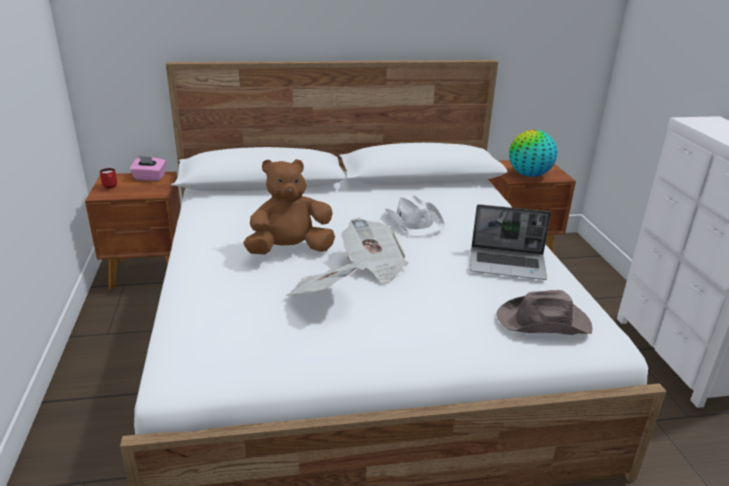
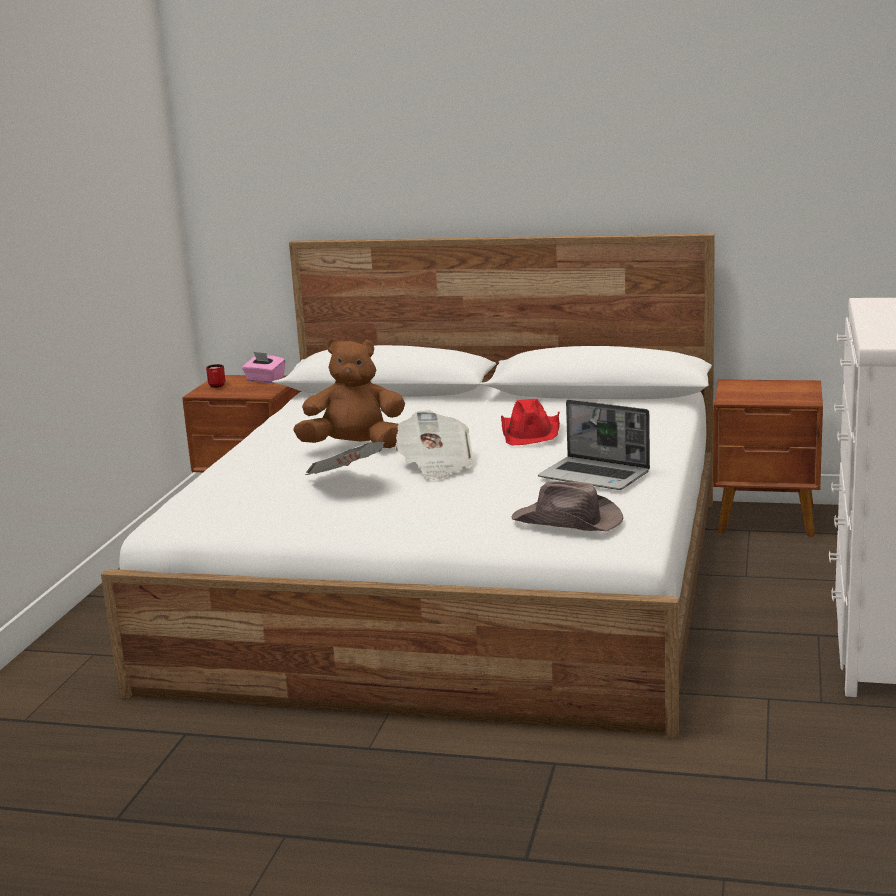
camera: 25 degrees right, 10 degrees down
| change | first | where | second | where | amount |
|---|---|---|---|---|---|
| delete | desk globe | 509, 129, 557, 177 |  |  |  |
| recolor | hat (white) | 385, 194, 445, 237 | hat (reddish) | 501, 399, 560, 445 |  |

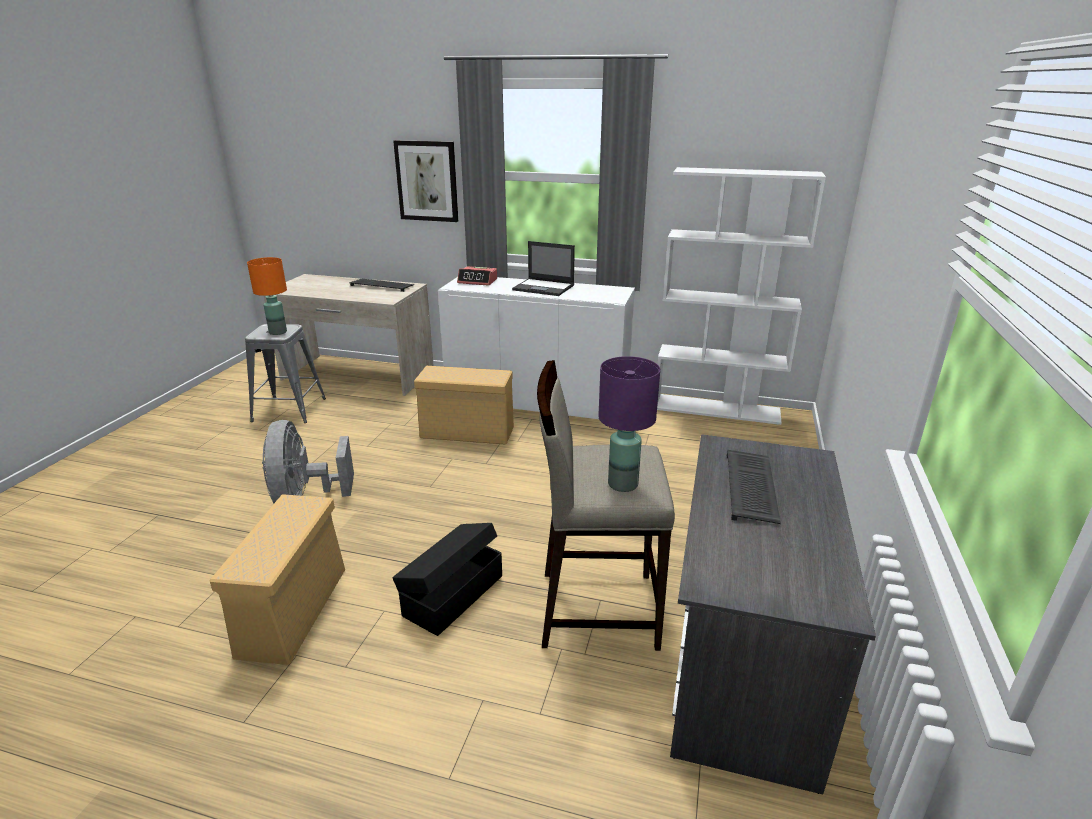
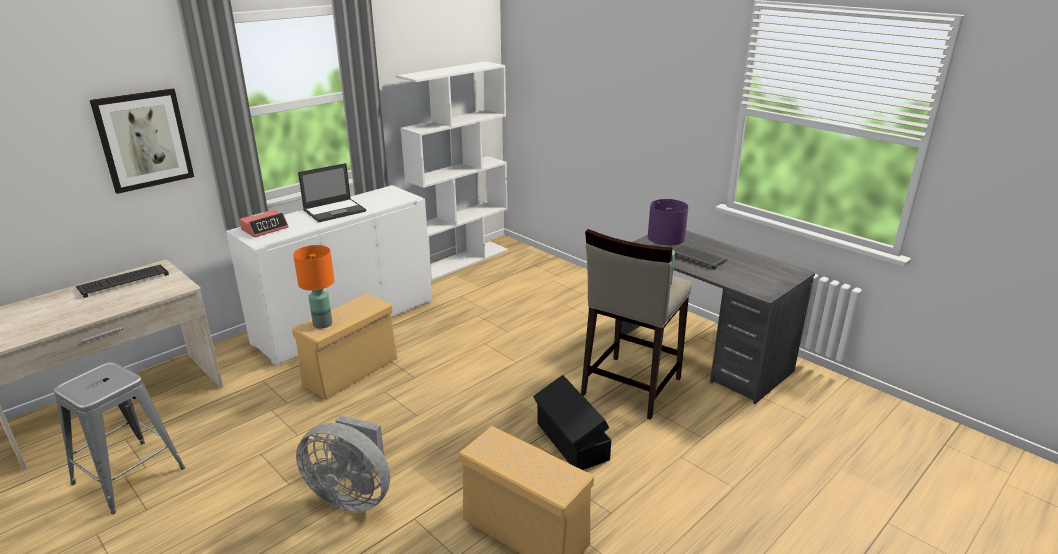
camera: 60 degrees left, 0 degrees up
| change | first | where | second | where | amount |
|---|---|---|---|---|---|
| move | table lamp (orangey) | 247, 257, 287, 335 |  | 293, 245, 334, 329 |  |

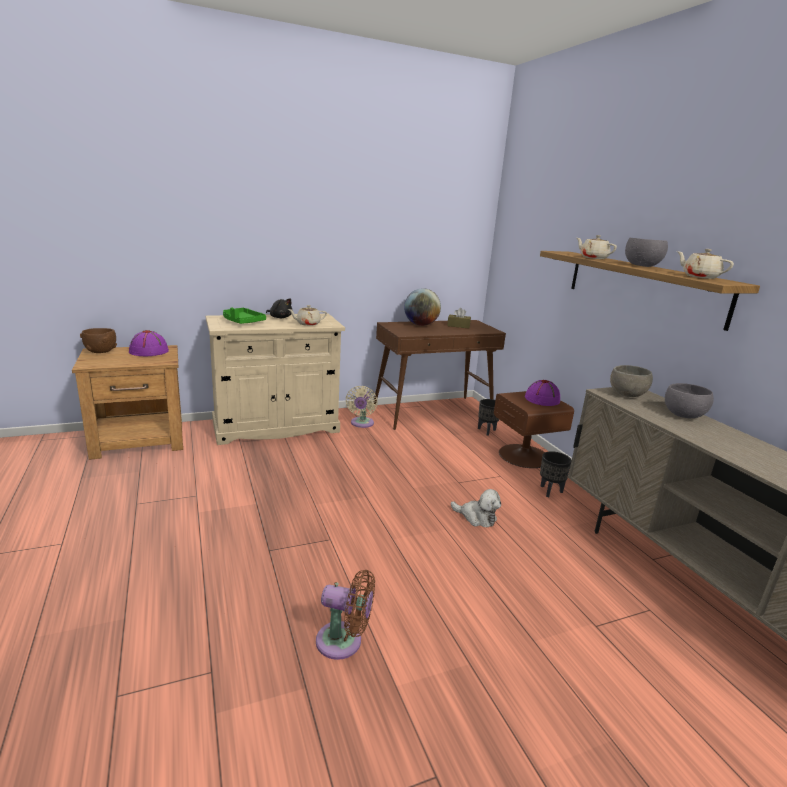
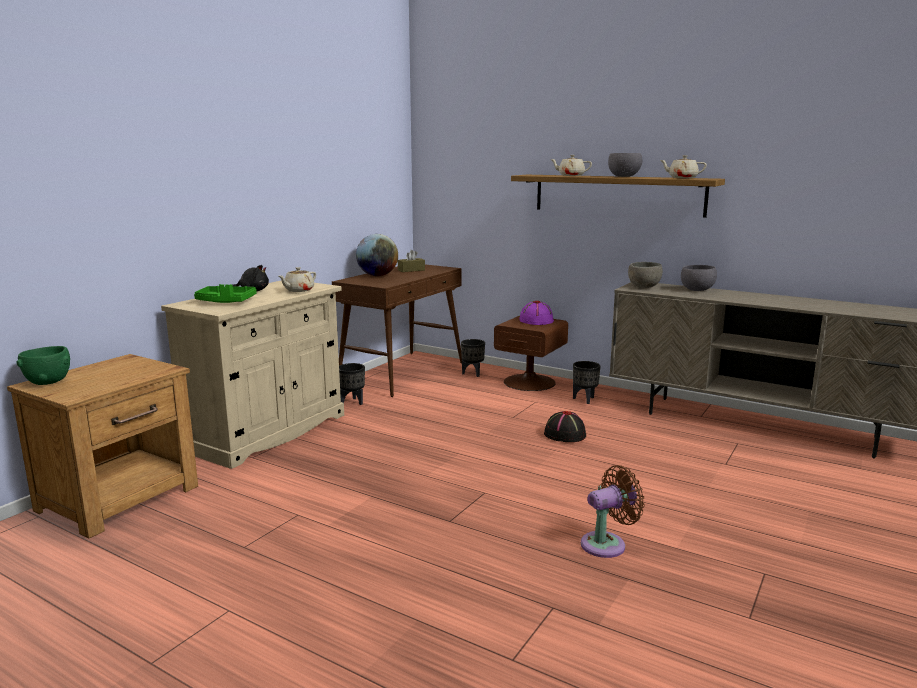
camera: 35 degrees left, 5 degrees down
| change | first | where | second | where | amount |
|---|---|---|---|---|---|
| recolor | serving bowl (brownish) | 80, 328, 117, 353 | serving bowl (green) | 17, 346, 70, 385 |  |
| delete | hat (purple) | 129, 330, 169, 356 |  |  |  |
| replace | electric fan (beige) | 346, 386, 378, 428 | flower pot (black-coloured) | 339, 363, 365, 405 |  |
| replace | plush toy | 451, 489, 501, 527 | hat (black-coloured) | 544, 411, 586, 442 |  |

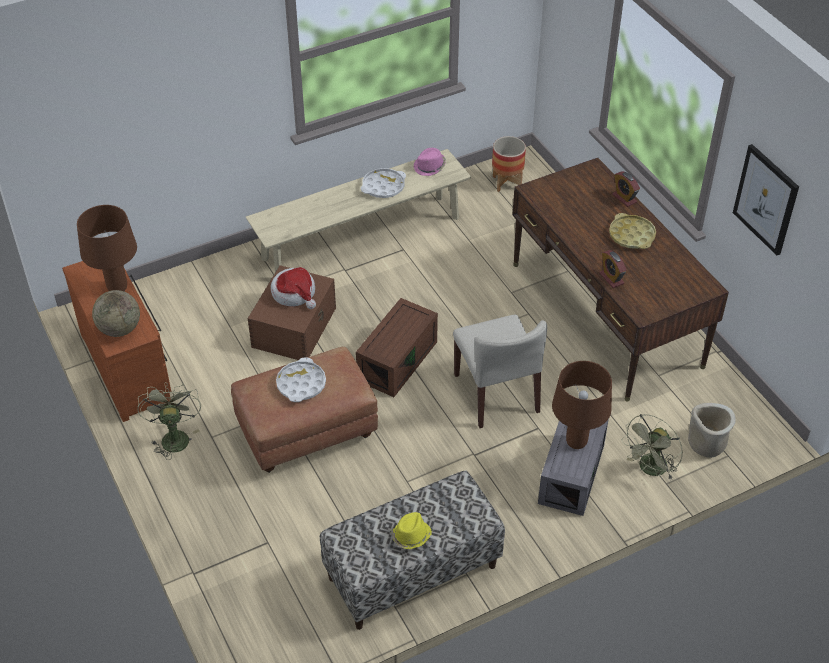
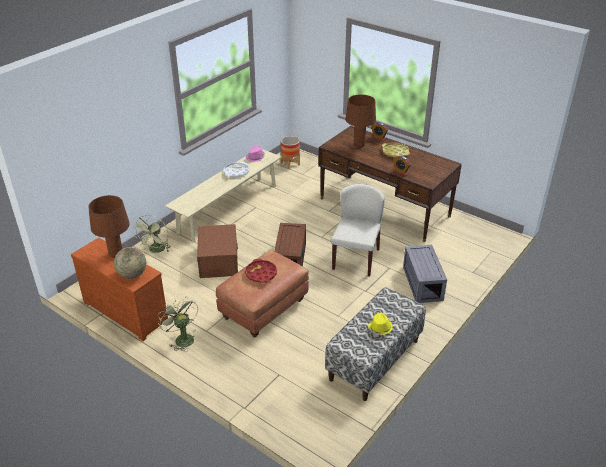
camera: 25 degrees left, 10 degrees down
| change | first | where | second | where | amount |
|---|---|---|---|---|---|
| delete | wall picture | 733, 144, 799, 255 |  |  |  |
| delete | hat | 271, 267, 316, 309 |  |  |  |
| rotate | upright chair (beige) | 453, 315, 547, 428 |  | 331, 184, 385, 276 | 120 degrees counterclockwise |
| recolor | serving tray (white) | 276, 357, 326, 402 | serving tray (reddish) | 245, 258, 277, 283 |  |
| move | table lamp (brownish) | 552, 361, 612, 449 |  | 345, 94, 376, 148 |  |
| delete | flower pot (beige) | 688, 403, 736, 458 |  |  |  |
| move | electric fan (green) | 621, 414, 683, 479 |  | 133, 215, 171, 253 |  |

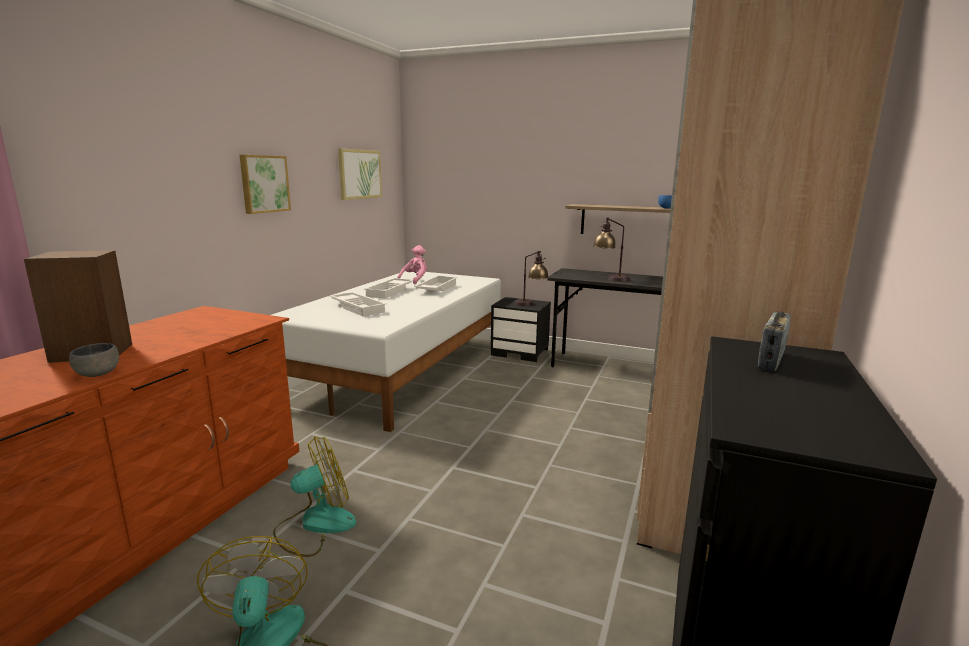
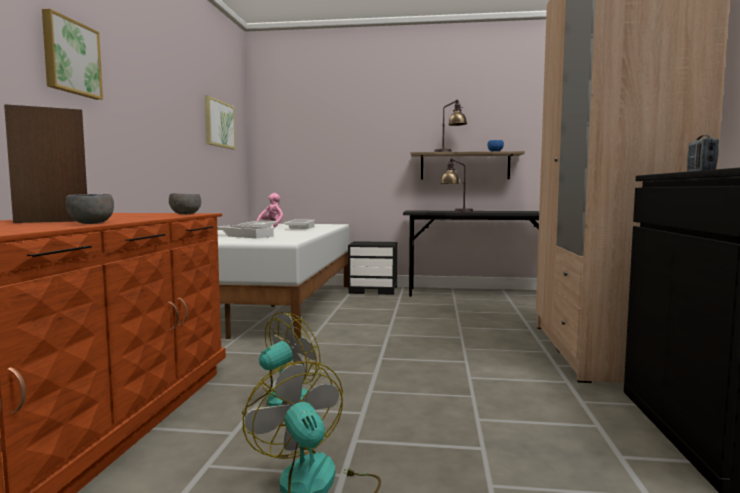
camera: 15 degrees left, 10 degrees down
| change | first | where | second | where | amount |
|---|---|---|---|---|---|
| move | wall picture | 240, 155, 291, 214 |  | 42, 9, 103, 100 |  |
| move | table lamp | 514, 251, 548, 306 |  | 434, 99, 467, 152 |  |
| insert |  |  | serving bowl (grey) | 169, 193, 201, 214 |  |

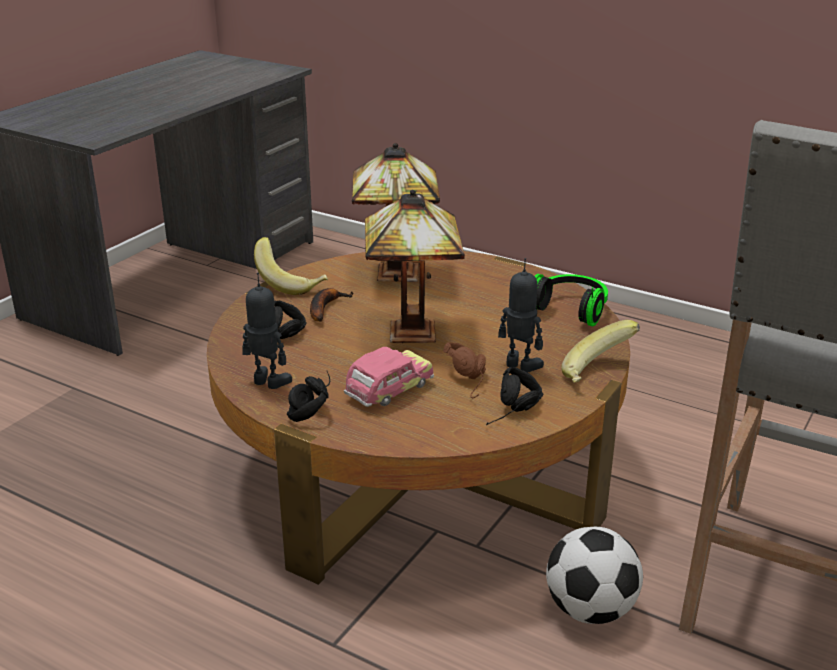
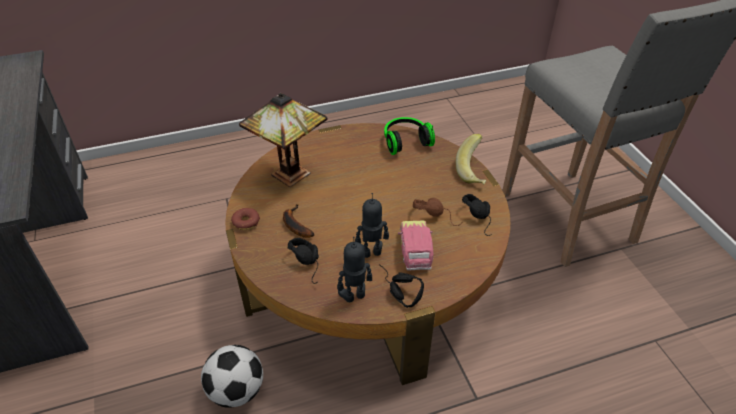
camera: 50 degrees left, 15 degrees up
| change | first | where | second | where | amount |
|---|---|---|---|---|---|
| delete | table lamp | 365, 190, 465, 343 |  |  |  |
| replace | banana | 254, 237, 328, 295 | donut | 231, 208, 260, 230 |  |
| move | model robot | 498, 258, 544, 372 |  | 355, 193, 389, 258 |  |
| move | football ball | 546, 527, 643, 624 |  | 201, 345, 263, 408 |  |

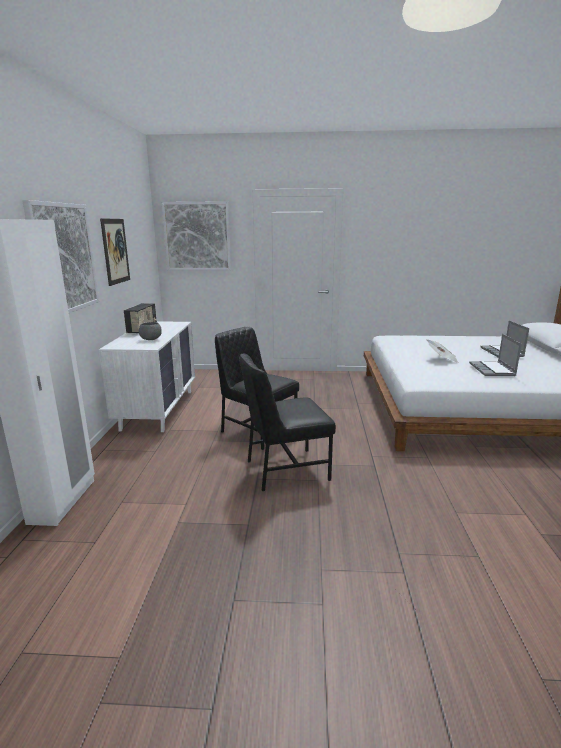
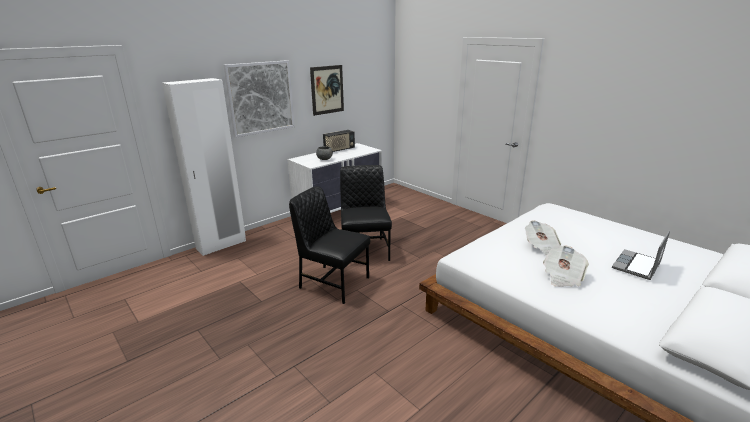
camera: 45 degrees right, 5 degrees up
| change | first | where | second | where | amount |
|---|---|---|---|---|---|
| delete | wall picture | 162, 201, 231, 271 |  |  |  |
| replace | laptop | 469, 334, 522, 376 | daily paper | 543, 245, 589, 287 |  |

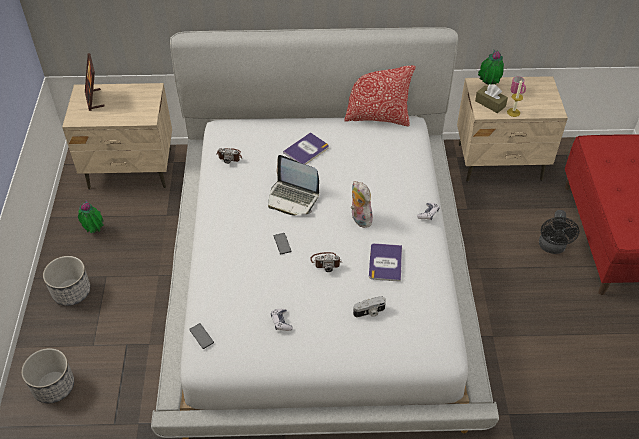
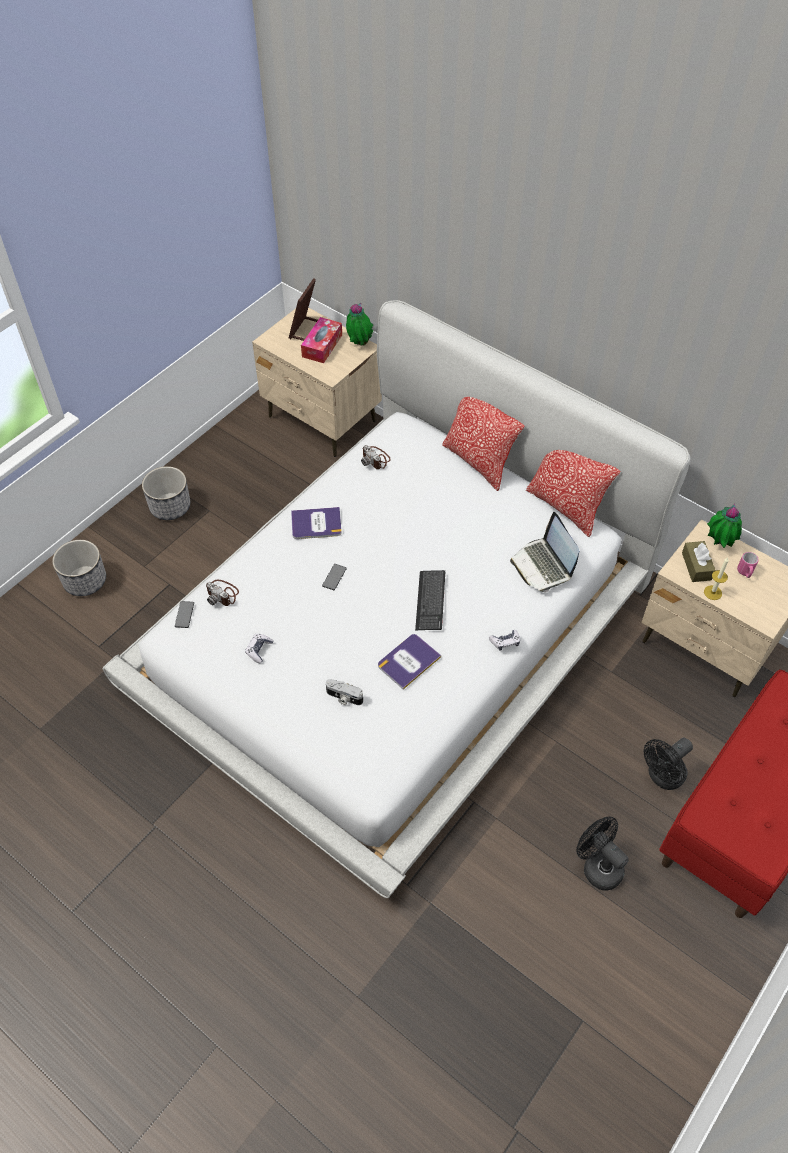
camera: 40 degrees right, 5 degrees up
| change | first | where | second | where | amount |
|---|---|---|---|---|---|
| move | book | 283, 132, 329, 165 |  | 291, 507, 342, 539 |  |
| move | laptop | 268, 155, 319, 216 |  | 510, 512, 579, 592 |  |
| replace | plush toy | 351, 181, 374, 228 | keyboard | 415, 570, 445, 630 |  |
| move | potted plant | 78, 200, 104, 233 |  | 346, 303, 373, 346 |  |
| move | still camera | 310, 252, 342, 272 |  | 206, 580, 239, 606 |  |
| insert |  |  | tissue box | 301, 317, 342, 363 |  |
| insert |  |  | pillow | 442, 397, 524, 491 |  |
| insert |  |  | electric fan (black-coloured) | 576, 816, 629, 891 |  |

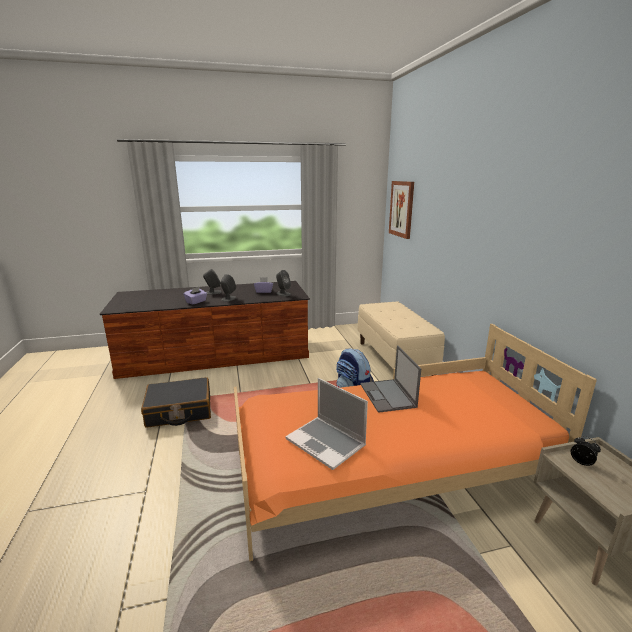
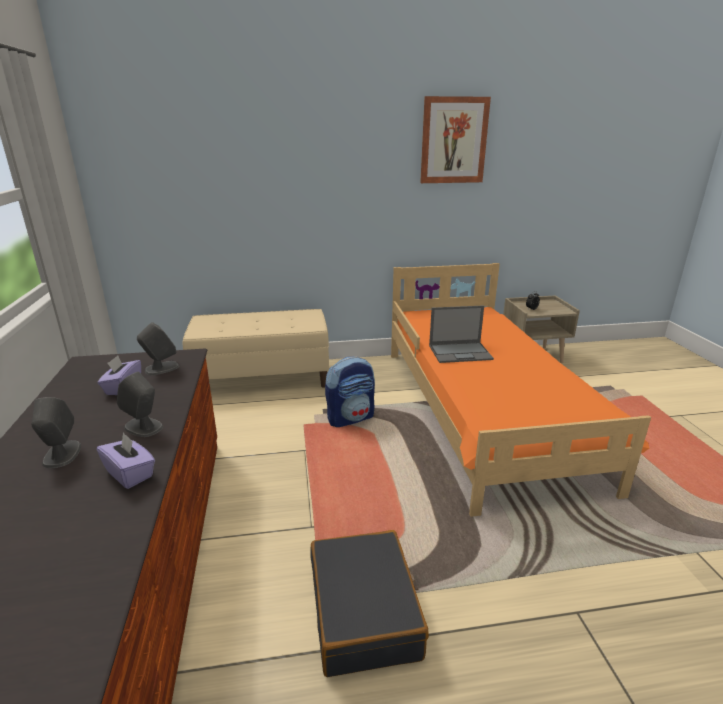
camera: 85 degrees left, 5 degrees up
| change | first | where | second | where | amount |
|---|---|---|---|---|---|
| move | wall picture | 389, 181, 414, 239 |  | 420, 96, 491, 183 |  |
| delete | laptop | 285, 378, 368, 470 |  |  |  |

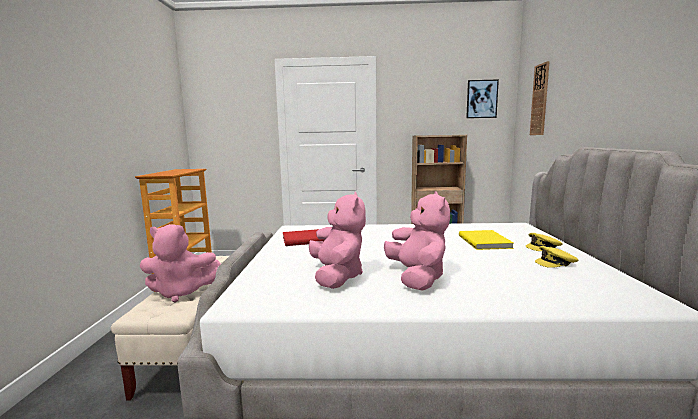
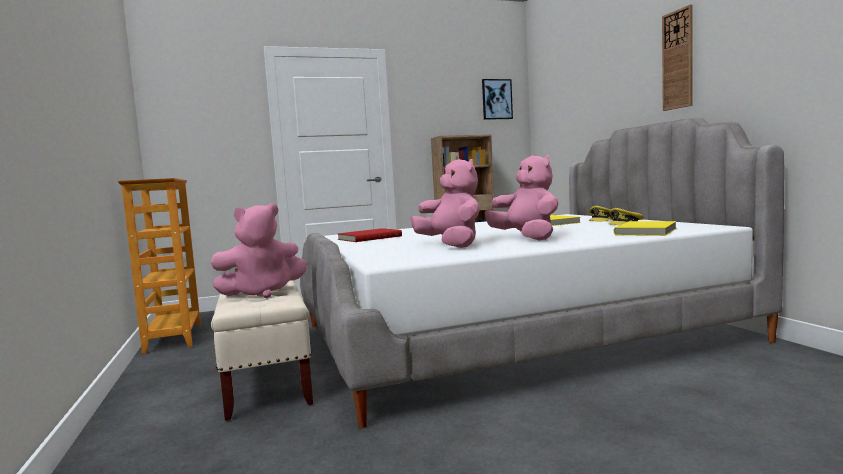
camera: 20 degrees left, 5 degrees down
| change | first | where | second | where | amount |
|---|---|---|---|---|---|
| move | clock on the wall | 530, 61, 550, 135 |  | 662, 4, 693, 111 |  |
| insert |  |  | book (yellow-coloured) | 614, 221, 676, 236 |  |

